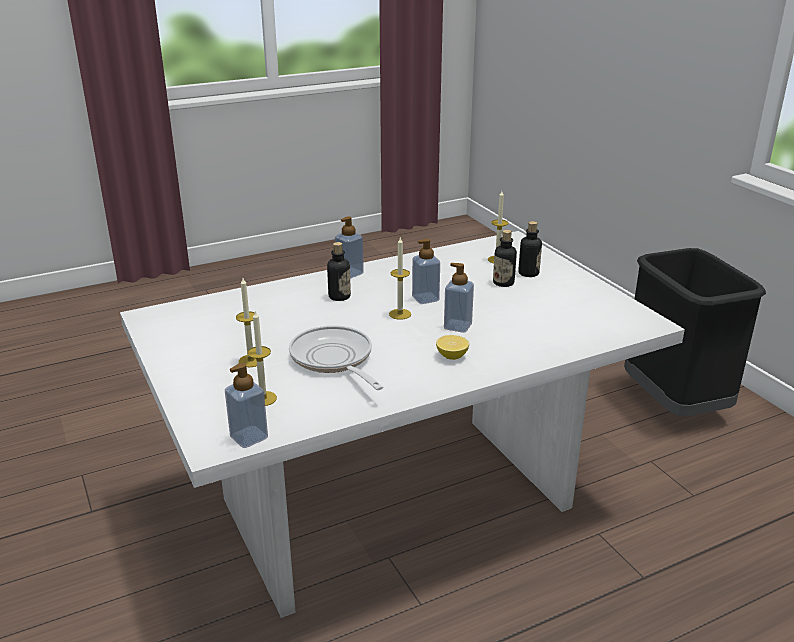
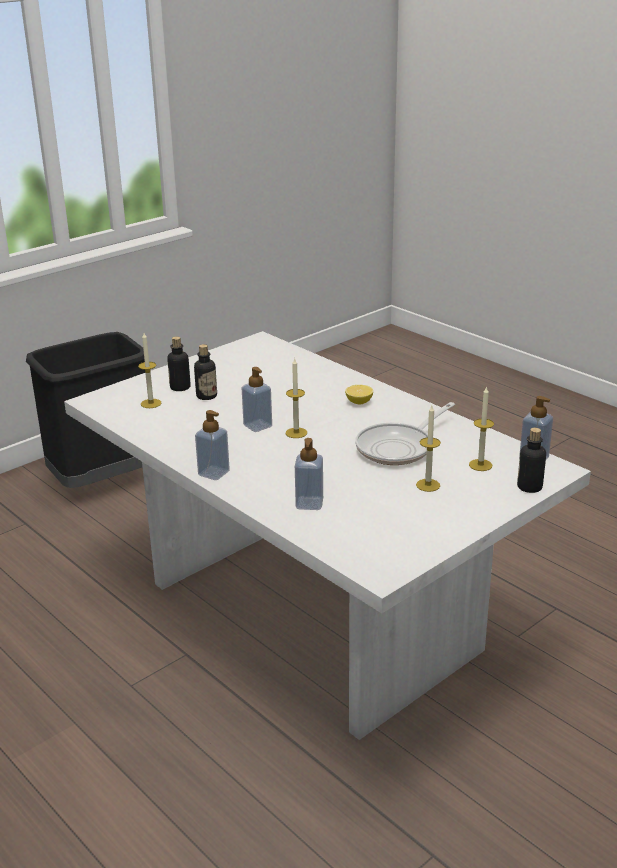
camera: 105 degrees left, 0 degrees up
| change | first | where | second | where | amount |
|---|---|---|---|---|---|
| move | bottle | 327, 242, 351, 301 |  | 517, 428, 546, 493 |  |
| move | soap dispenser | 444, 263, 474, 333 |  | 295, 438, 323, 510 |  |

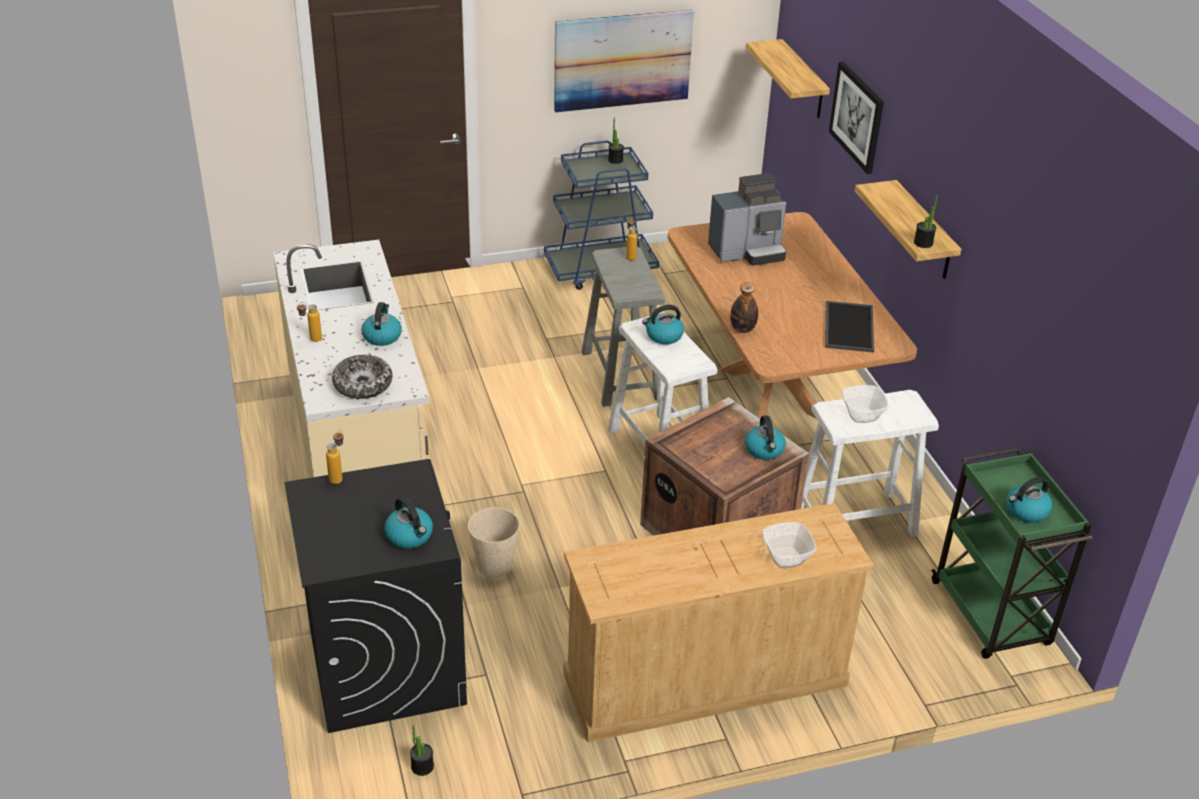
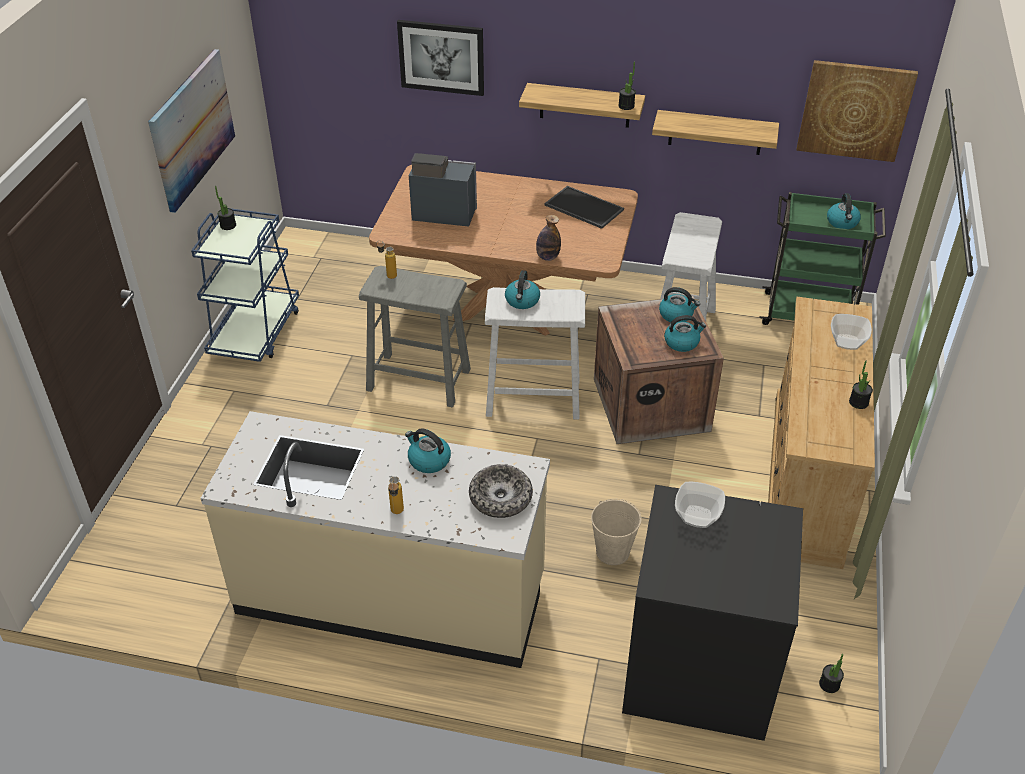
camera: 60 degrees left, 5 degrees up
| change | first | where | second | where | amount |
|---|---|---|---|---|---|
| move | wall shelf | 746, 39, 830, 118 |  | 652, 110, 779, 155 |  |
| rotate | coffee brewer | 708, 173, 786, 265 |  | 409, 153, 477, 227 | 90 degrees counterclockwise |
| move | serving bowl | 842, 385, 888, 423 |  | 675, 481, 725, 528 |  |
| delete | bottle | 326, 430, 344, 484 |  |  |  |
| move | water kettle | 384, 497, 433, 548 |  | 664, 315, 706, 352 |  |
| insert |  |  | wall picture | 797, 60, 918, 162 |  |
| insert |  |  | potted plant | 849, 361, 873, 409 |  |

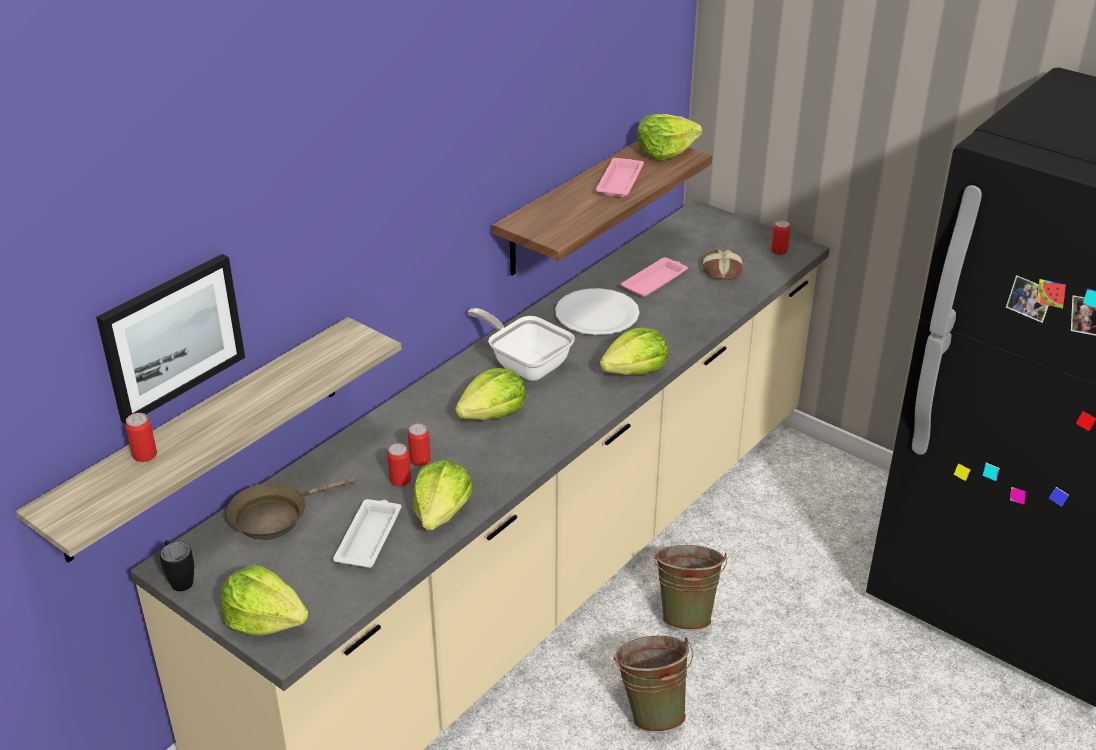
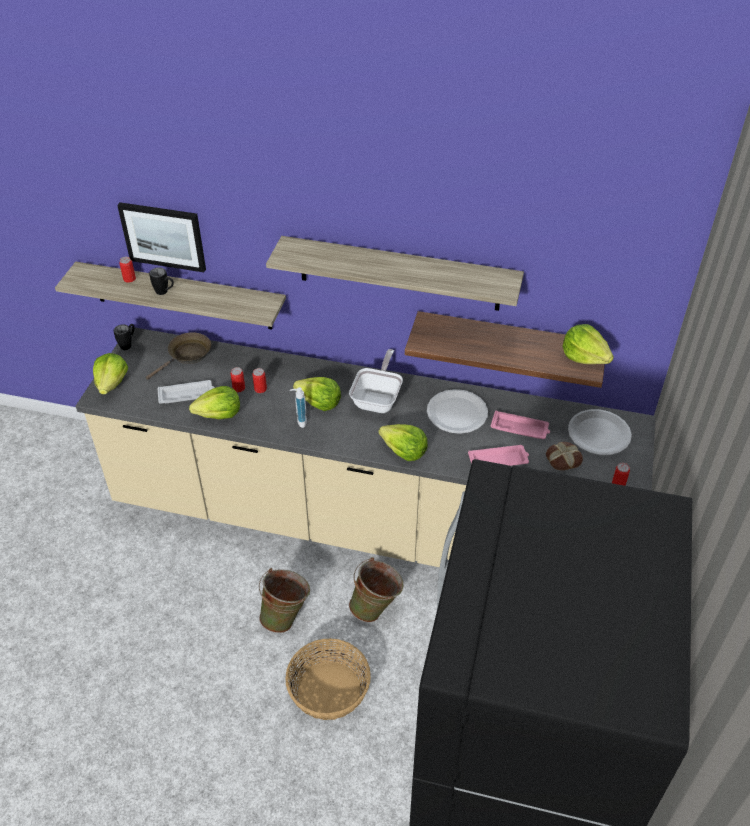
camera: 65 degrees right, 10 degrees up
| change | first | where | second | where | amount |
|---|---|---|---|---|---|
| move | serving tray (pink-coloured) | 596, 158, 644, 197 |  | 468, 445, 529, 466 |  |
| rotate | skillet (brownish) | 227, 476, 355, 540 |  | 146, 332, 211, 380 | 105 degrees clockwise |
| insert |  |  | wall shelf | 266, 236, 524, 311 |  |
| insert |  |  | tea mug (black-coloured) | 149, 267, 174, 295 |  |
| insert |  |  | soap dispenser | 290, 387, 307, 428 |  |
| insert |  |  | plate (white) | 568, 409, 632, 455 |  |
| insert |  |  | storage basket | 285, 638, 371, 720 |  |

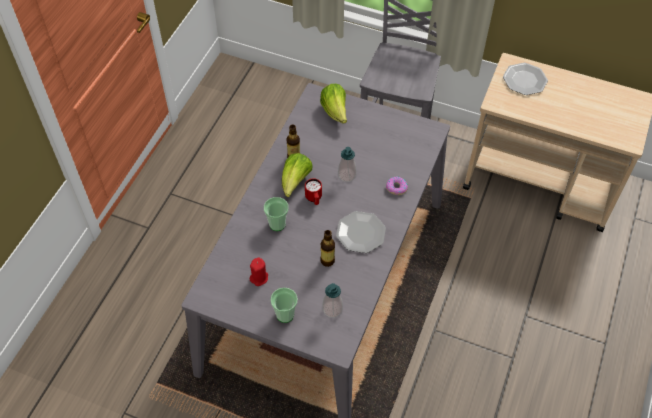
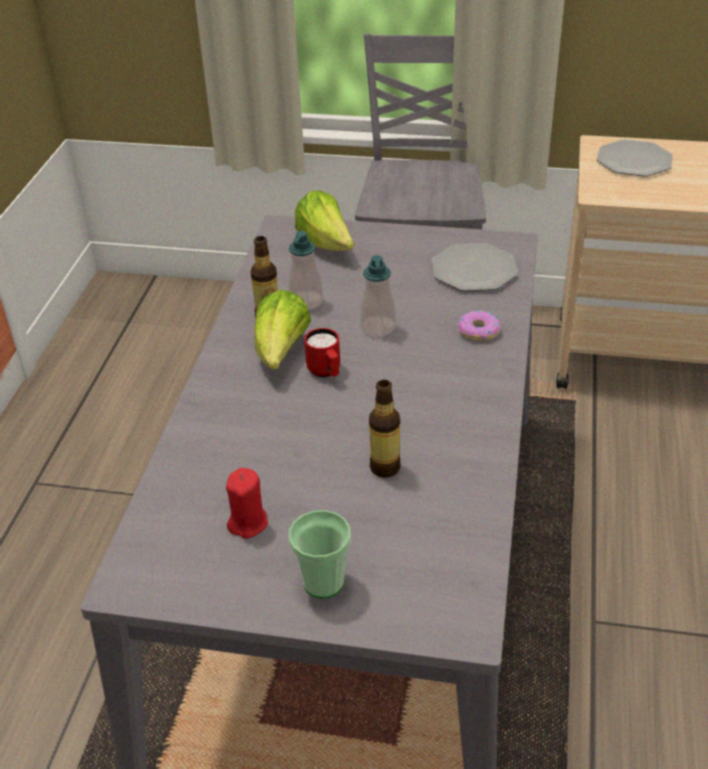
camera: 10 degrees left, 15 degrees down
| change | first | where | second | where | amount |
|---|---|---|---|---|---|
| delete | small cup | 264, 197, 289, 231 |  |  |  |
| move | plate | 336, 211, 386, 253 |  | 432, 243, 518, 291 |  |
| move | soap dispenser | 323, 283, 343, 318 |  | 288, 231, 323, 310 |  |

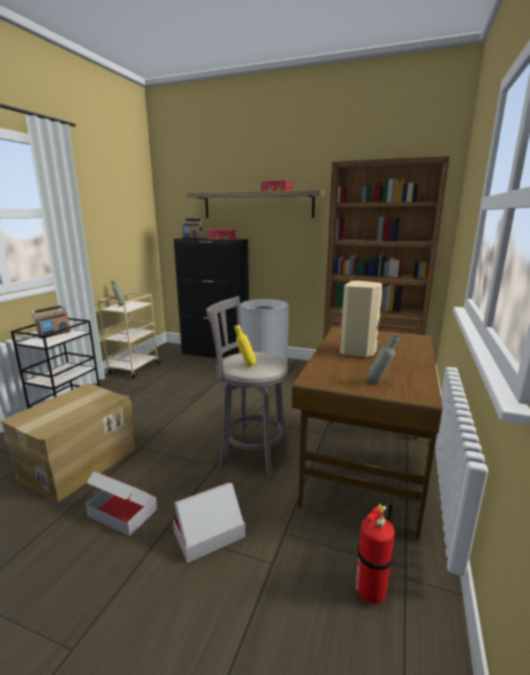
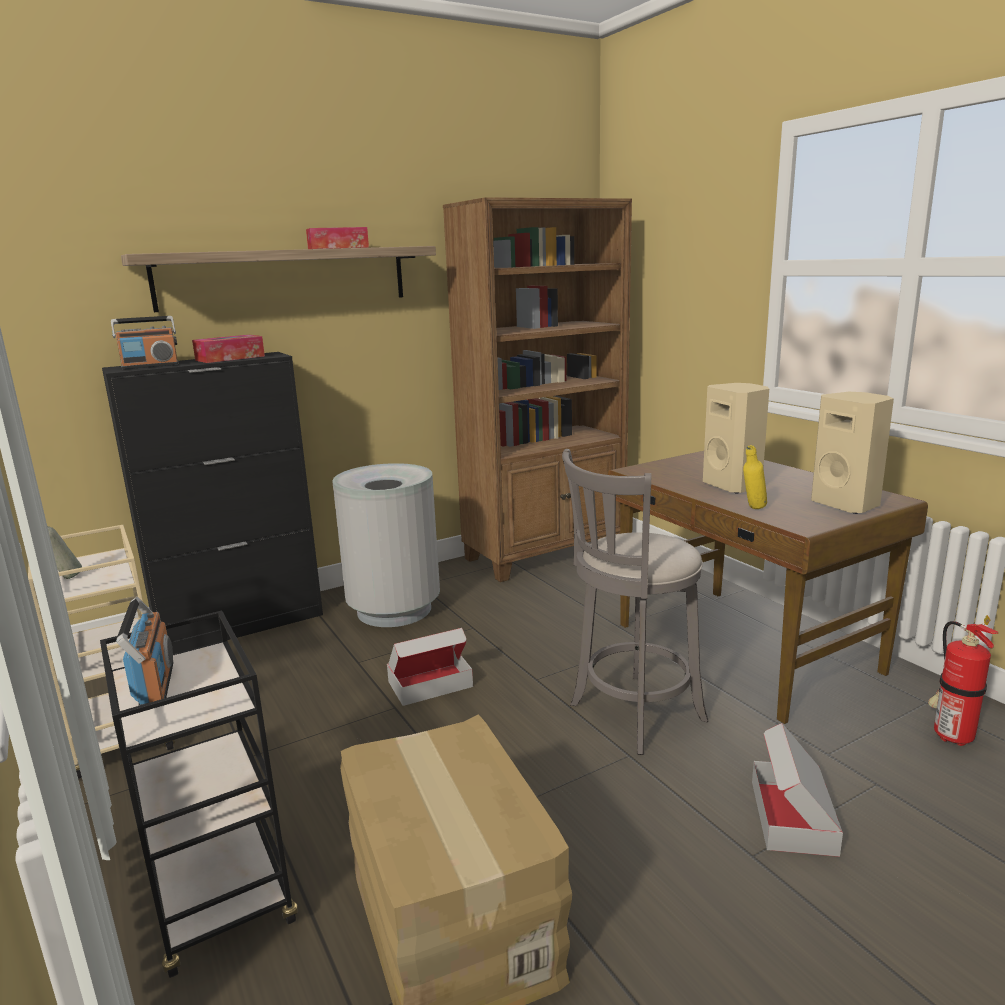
camera: 50 degrees left, 0 degrees up
| change | first | where | second | where | amount |
|---|---|---|---|---|---|
| move | bottle (yellow-coloured) | 234, 324, 257, 367 |  | 743, 445, 767, 509 |  |
| replace | bottle (grey) | 366, 334, 399, 384 | loudspeaker (beige) | 811, 392, 894, 514 |  |
| move | carton | 85, 471, 157, 536 |  | 387, 628, 473, 706 |  |

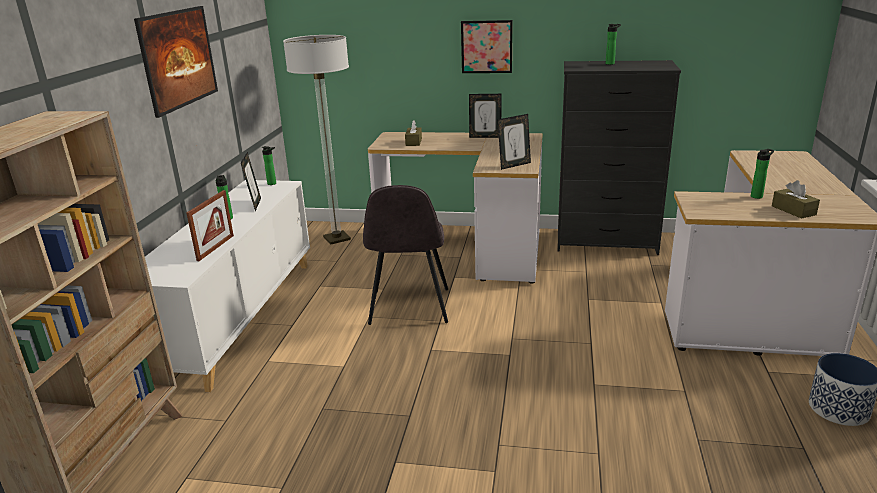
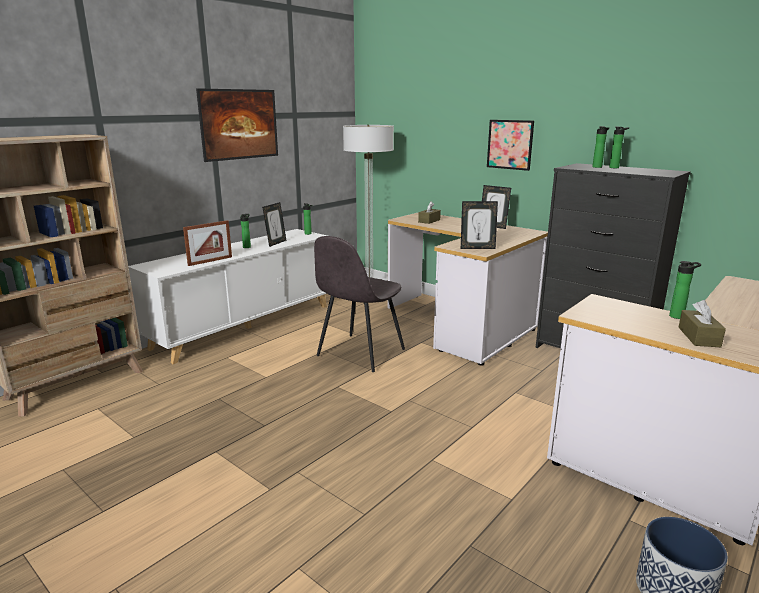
camera: 30 degrees right, 5 degrees down
| change | first | where | second | where | amount |
|---|---|---|---|---|---|
| insert |  |  | bottle | 592, 126, 609, 168 |  |

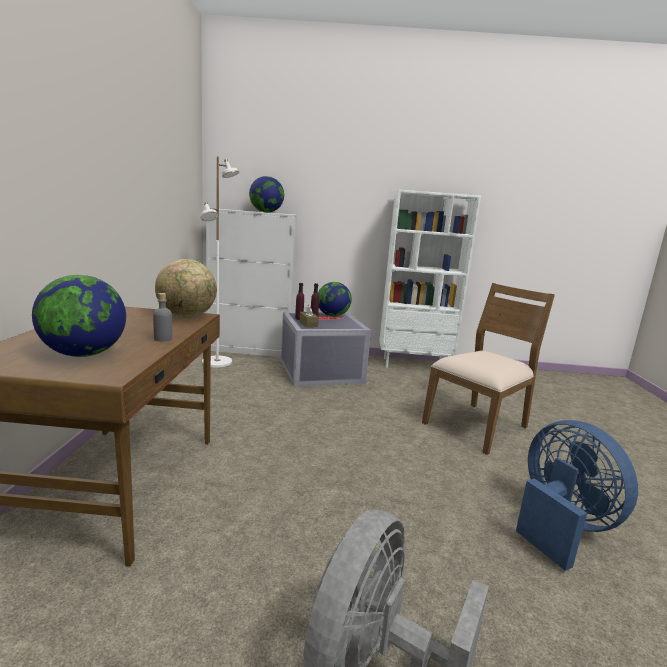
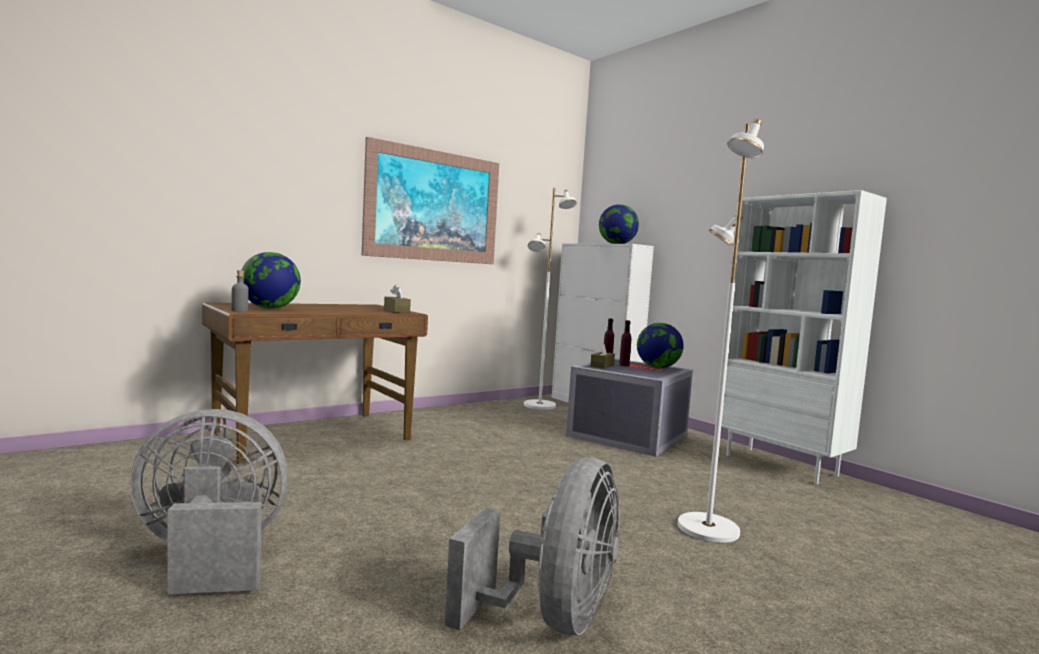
camera: 50 degrees right, 10 degrees down
| change | first | where | second | where | amount |
|---|---|---|---|---|---|
| replace | desk globe | 155, 259, 217, 318 | tissue box (brownish) | 384, 285, 411, 313 |  |
| replace | upright chair (brownish) | 422, 283, 555, 455 | floor lamp (white) | 678, 119, 764, 543 |  |
| move | bottle (grey) | 153, 293, 172, 341 |  | 231, 270, 249, 312 |  |
| recolor | electric fan (blue-coloured) | 516, 420, 638, 571 | electric fan (grey) | 445, 457, 620, 635 |  |
| insert |  |  | wall picture | 362, 137, 499, 264 |  |

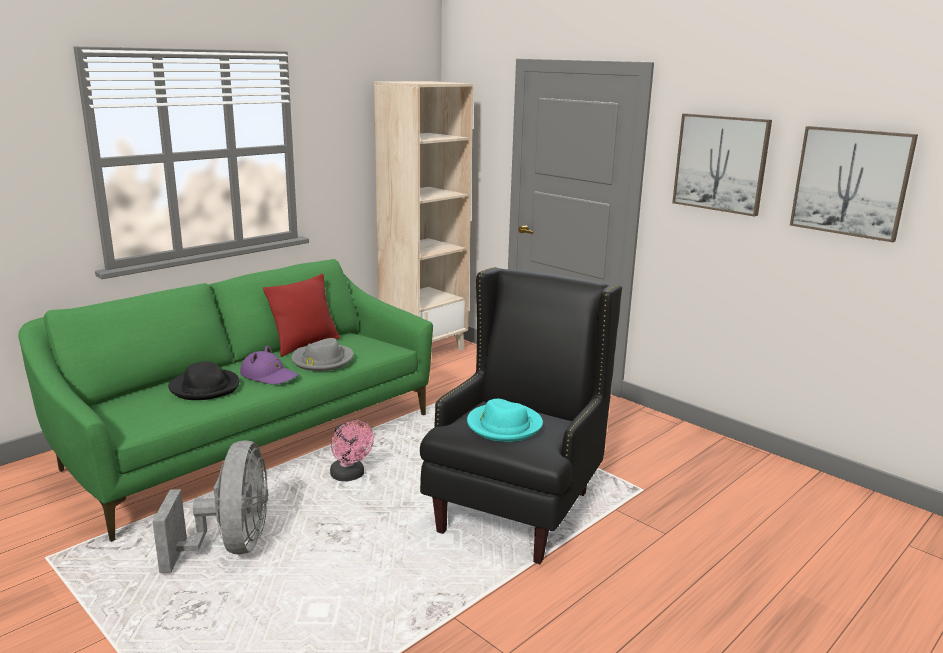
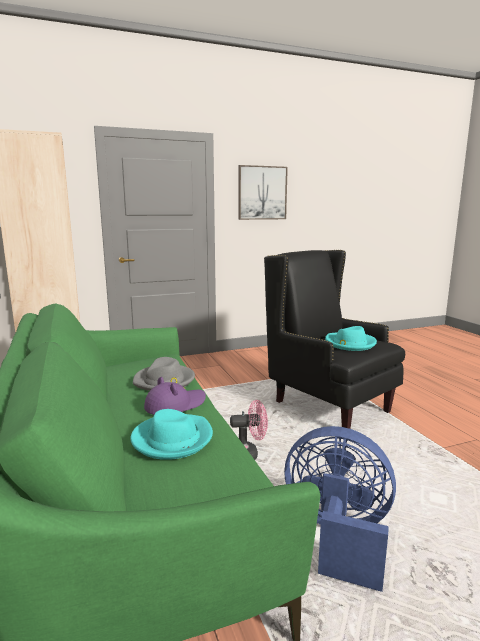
camera: 65 degrees left, 5 degrees down
| change | first | where | second | where | amount |
|---|---|---|---|---|---|
| delete | wall picture | 790, 126, 918, 242 |  |  |  |
| delete | pillow (reddish) | 263, 273, 340, 357 |  |  |  |
| recolor | hat (black-coloured) | 168, 362, 239, 400 | hat (blue-green) | 131, 409, 213, 460 |  |
| recolor | electric fan (grey) | 152, 440, 268, 573 | electric fan (blue-coloured) | 284, 426, 396, 592 |  |

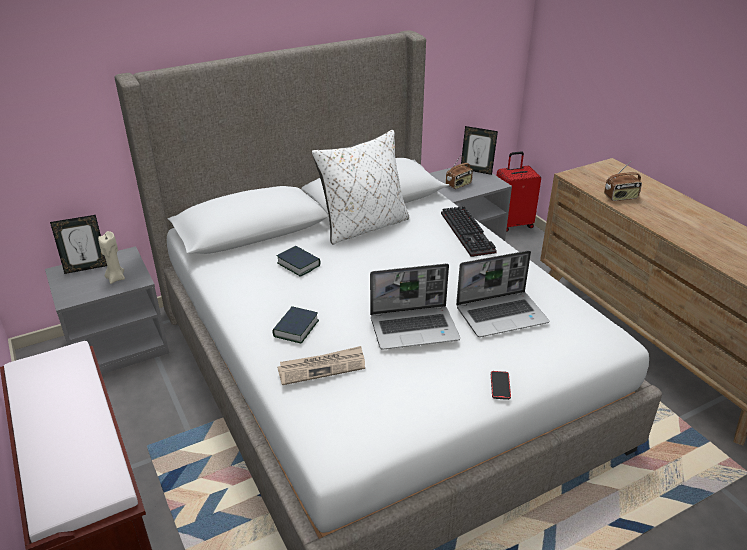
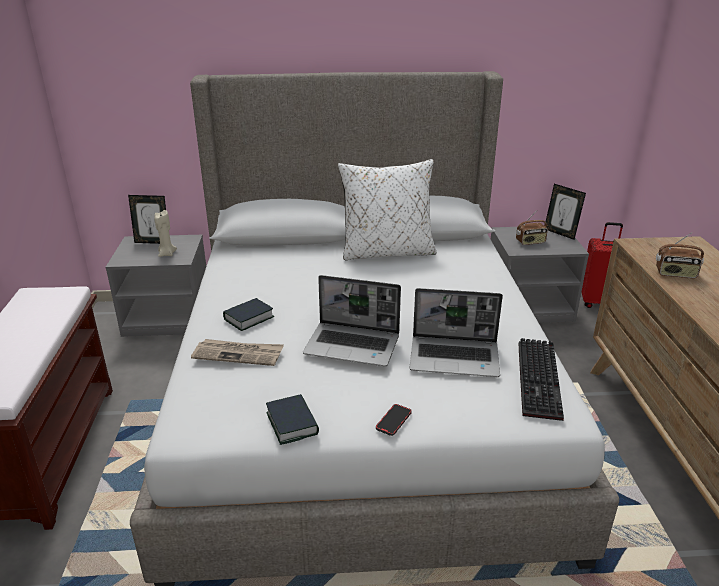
camera: 25 degrees right, 5 degrees down
| change | first | where | second | where | amount |
|---|---|---|---|---|---|
| move | keyboard | 441, 206, 497, 257 |  | 519, 338, 564, 421 |  |
| move | book | 277, 246, 320, 277 |  | 266, 394, 319, 445 |  |

